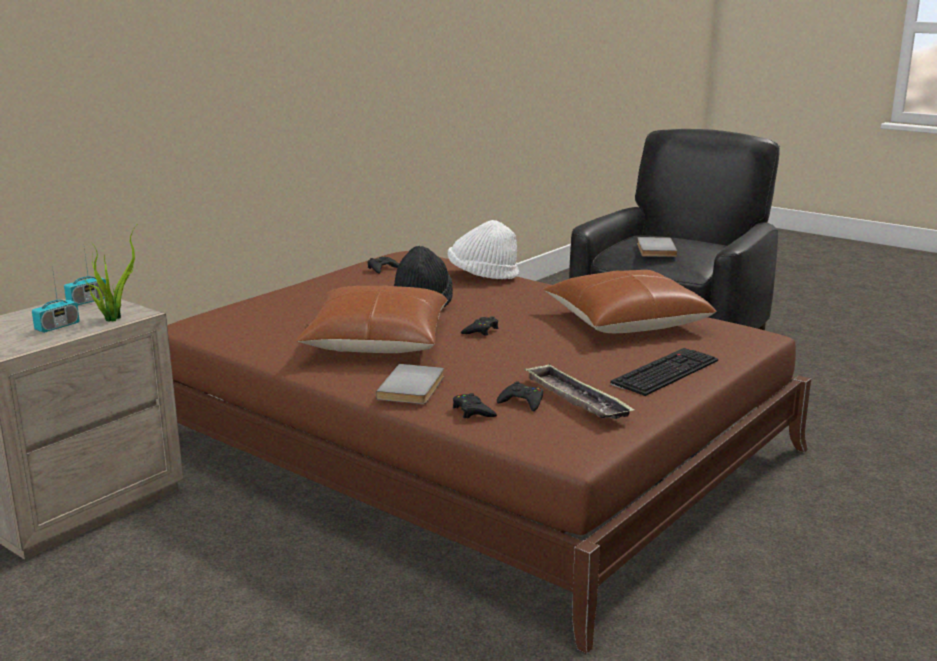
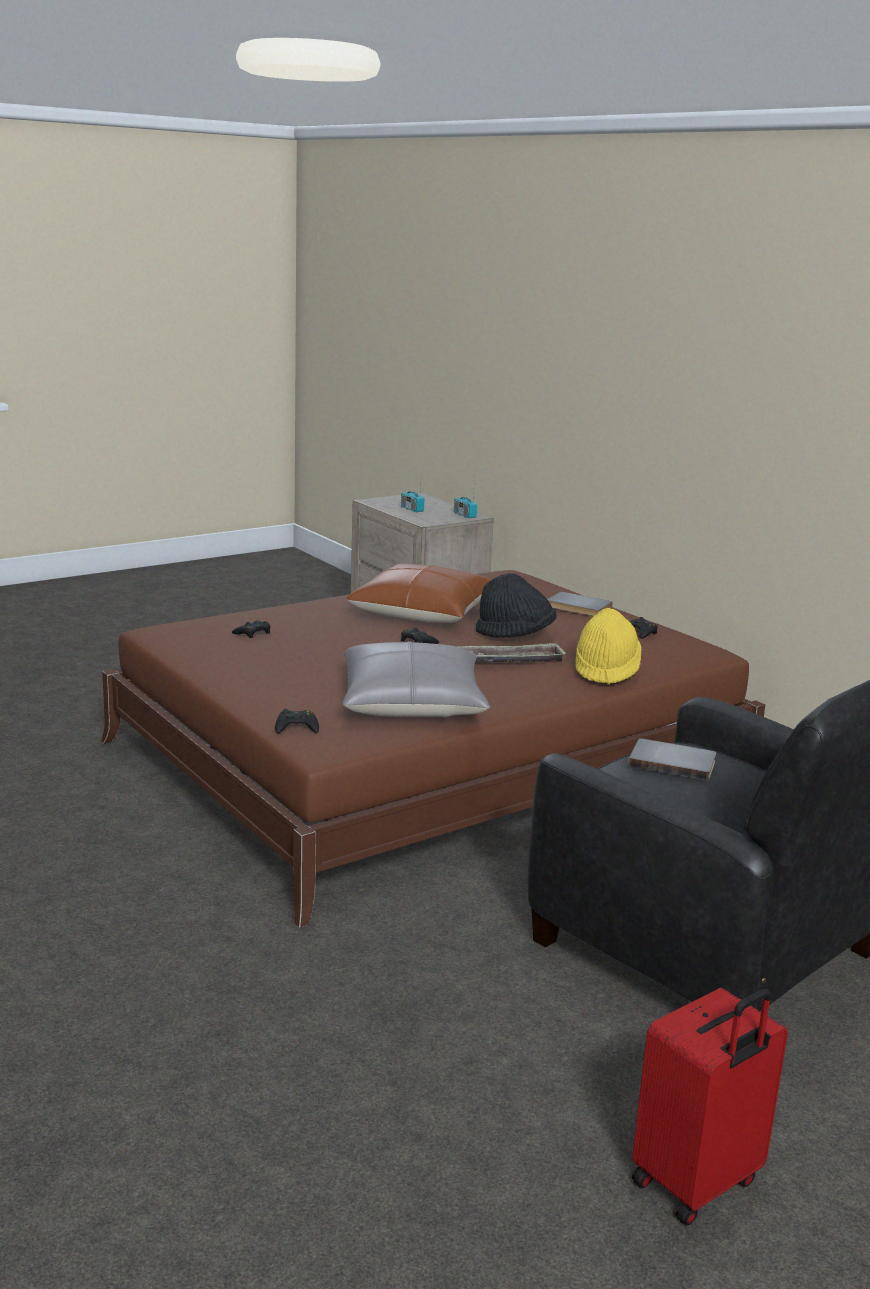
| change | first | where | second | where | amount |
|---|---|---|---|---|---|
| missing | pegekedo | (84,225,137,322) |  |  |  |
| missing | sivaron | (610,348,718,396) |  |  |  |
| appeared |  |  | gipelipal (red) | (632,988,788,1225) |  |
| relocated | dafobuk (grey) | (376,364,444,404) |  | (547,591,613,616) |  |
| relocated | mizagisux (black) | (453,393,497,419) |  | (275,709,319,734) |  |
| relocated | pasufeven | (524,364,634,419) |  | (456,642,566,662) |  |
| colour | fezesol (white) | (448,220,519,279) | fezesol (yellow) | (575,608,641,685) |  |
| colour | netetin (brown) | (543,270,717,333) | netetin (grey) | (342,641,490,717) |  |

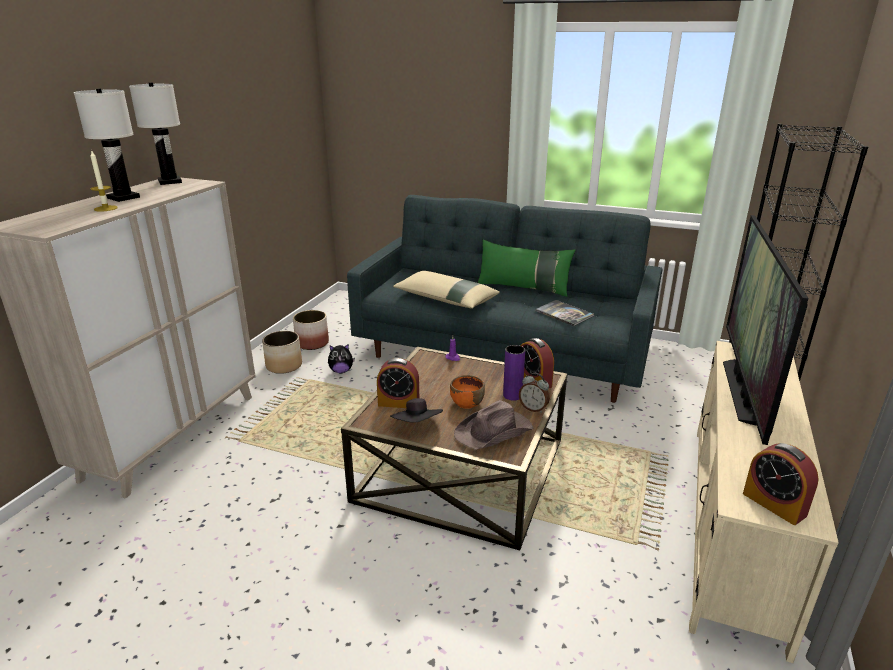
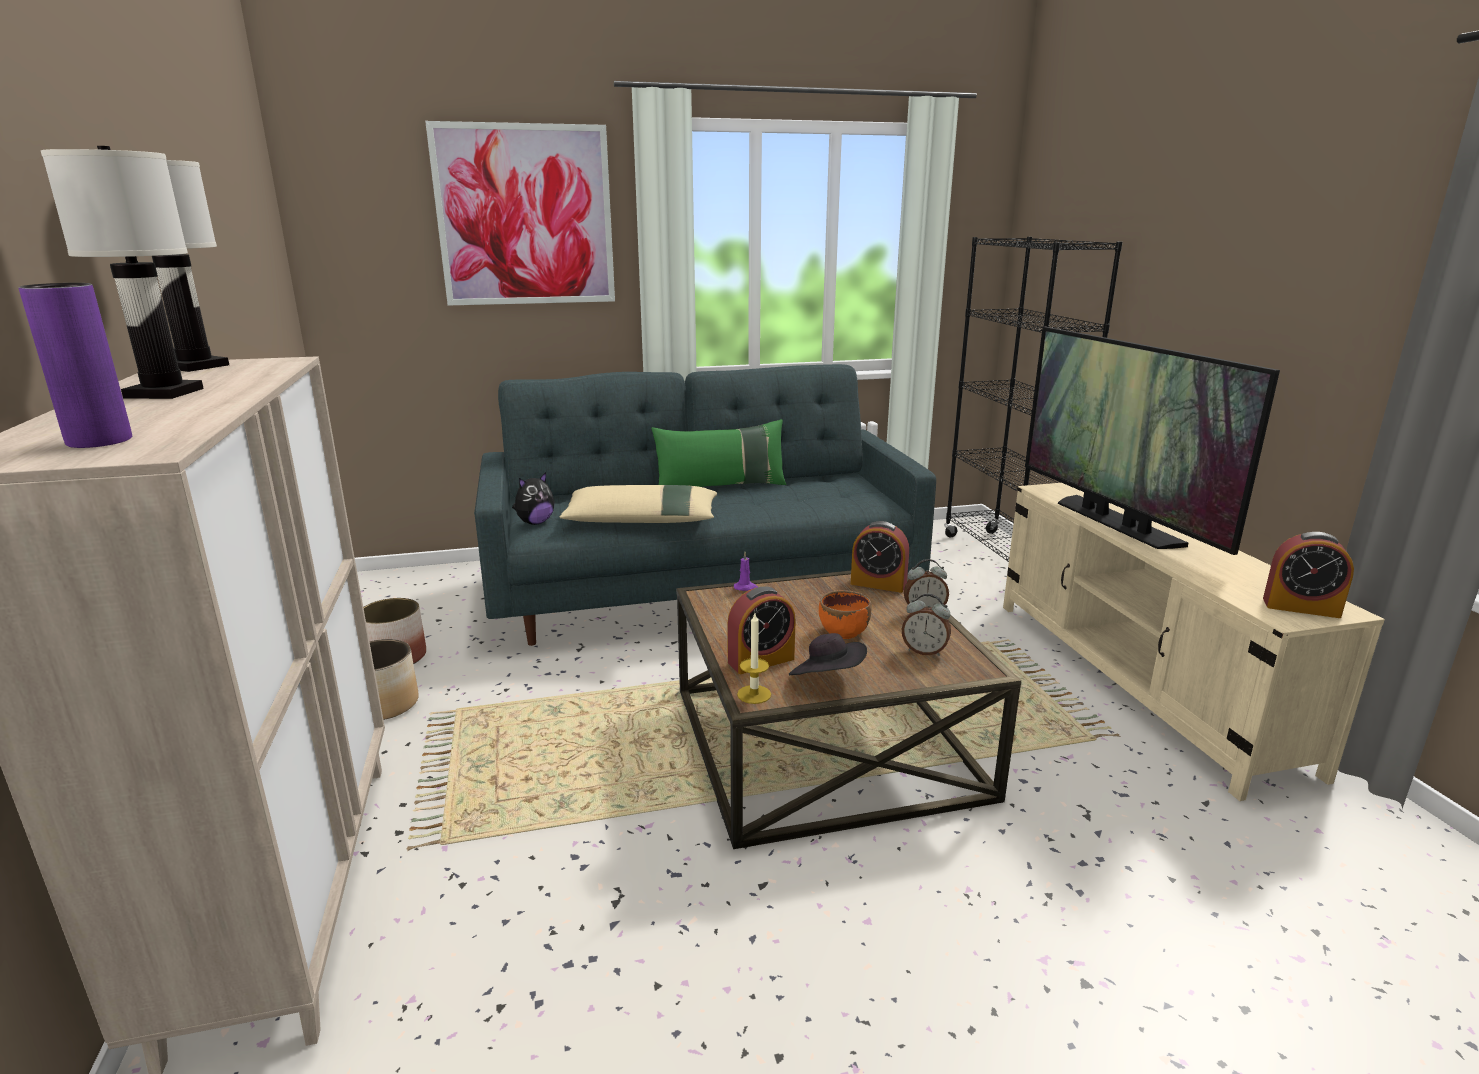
| change | first | where | second | where | amount |
|---|---|---|---|---|---|
| missing | dafobuk | (535,300,594,326) |  |  |  |
| appeared |  |  | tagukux | (425,121,615,305) |  |
| relocated | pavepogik | (90,151,118,211) |  | (737,613,771,704) |  |
| relocated | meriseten | (328,344,355,373) |  | (512,472,555,525) |  |
| relocated | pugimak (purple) | (503,345,525,401) |  | (19,283,132,448) |  |
| exchanged | fezesol (brown) | (454,400,533,450) | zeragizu | (902,594,951,656) |  |

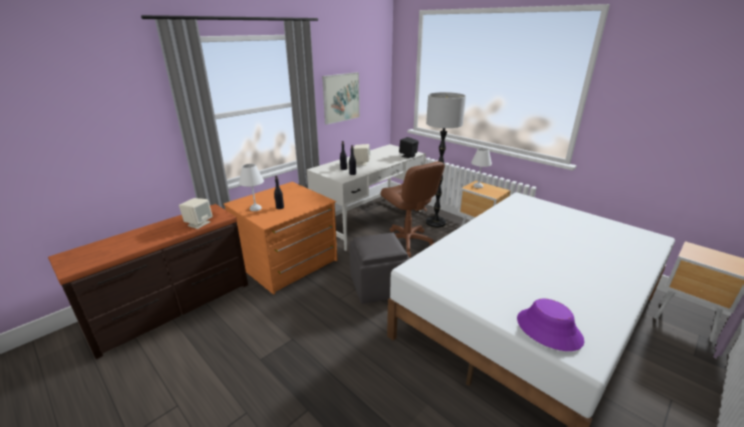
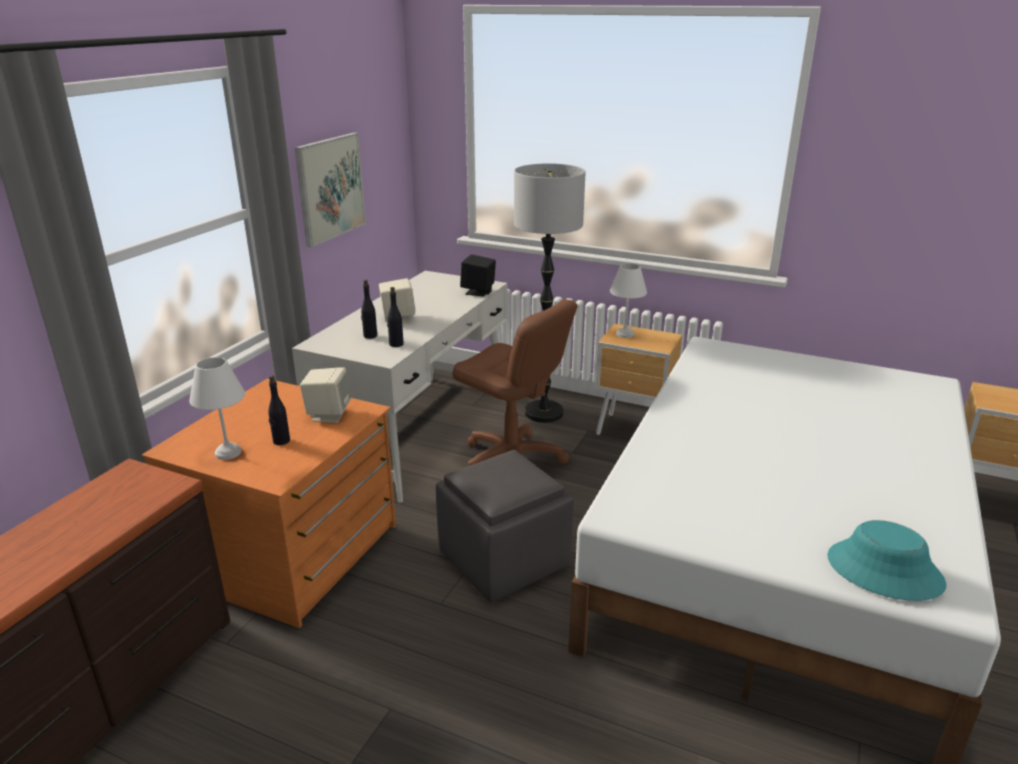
| change | first | where | second | where | amount |
|---|---|---|---|---|---|
| relocated | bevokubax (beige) | (179,198,213,229) |  | (300,367,351,423) |  |
| colour | fezesol (purple) | (517,299,584,351) | fezesol (turquoise) | (827,520,946,601) |  |

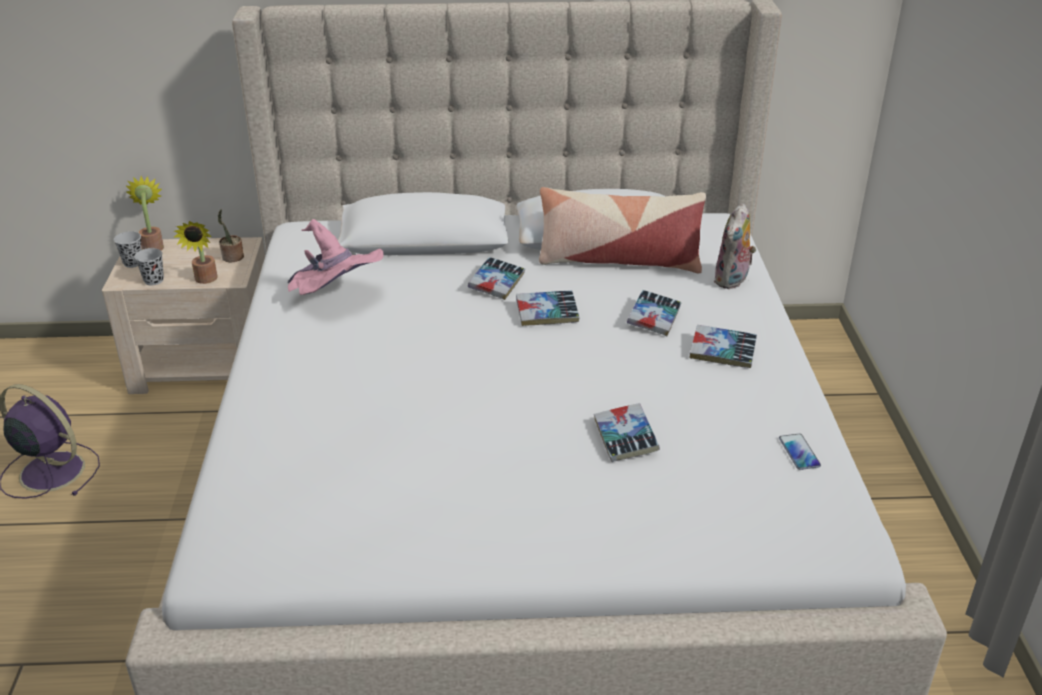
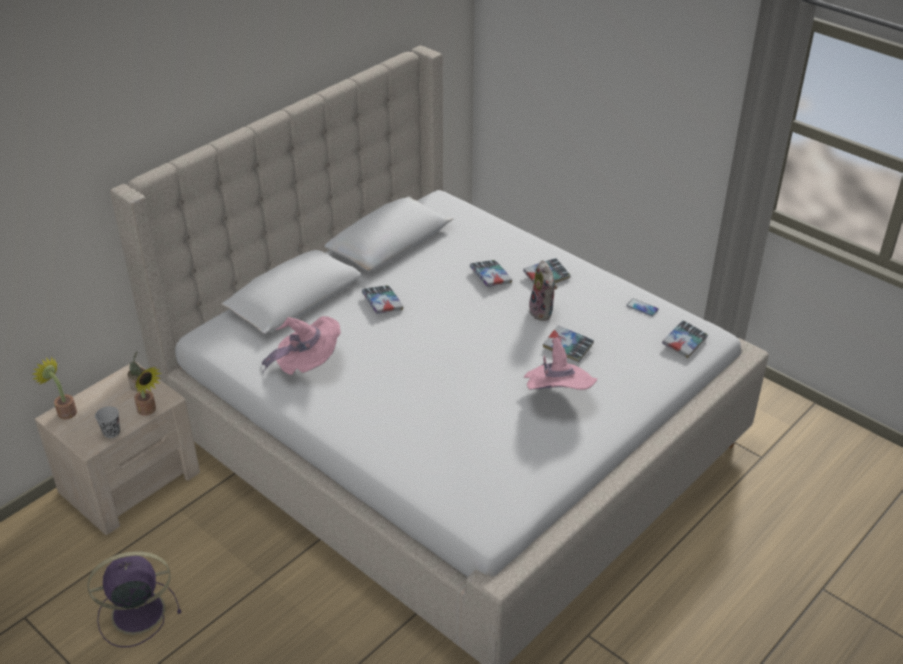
| change | first | where | second | where | amount |
|---|---|---|---|---|---|
| missing | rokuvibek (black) | (114,231,142,268) |  |  |  |
| missing | netetin | (539,187,706,273) |  |  |  |
| appeared |  |  | fezesol (pink) | (523,337,597,390) |  |
| relocated | dafobuk | (516,290,580,326) |  | (662,320,708,359) |  |
| relocated | meriseten | (714,203,756,289) |  | (529,260,557,321) |  |

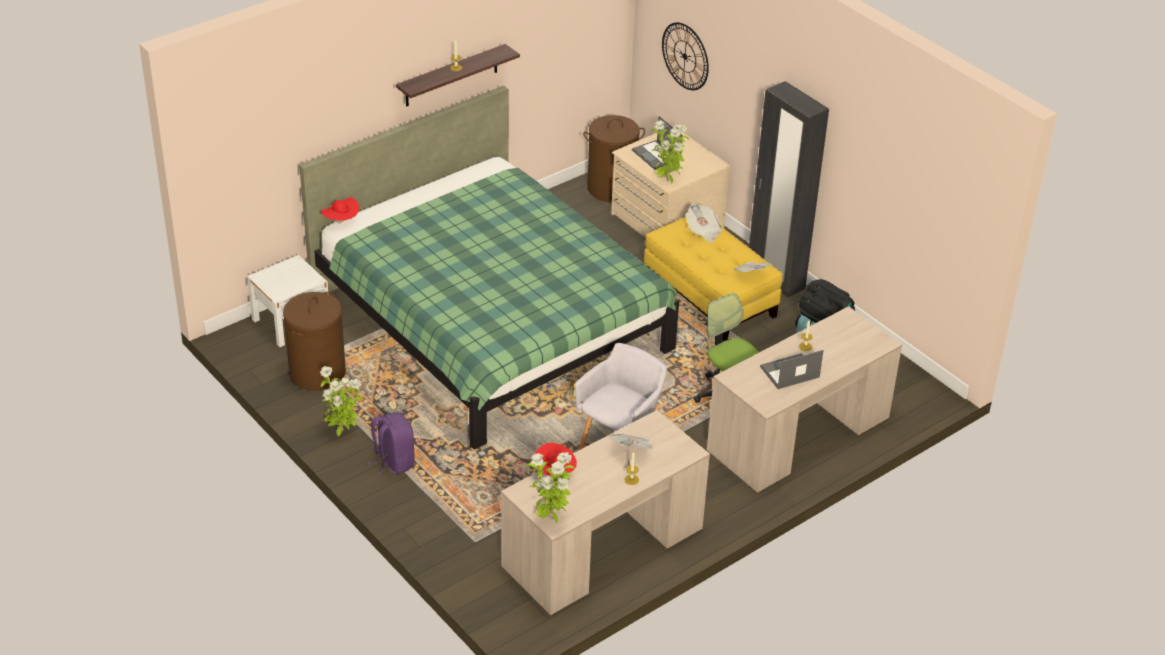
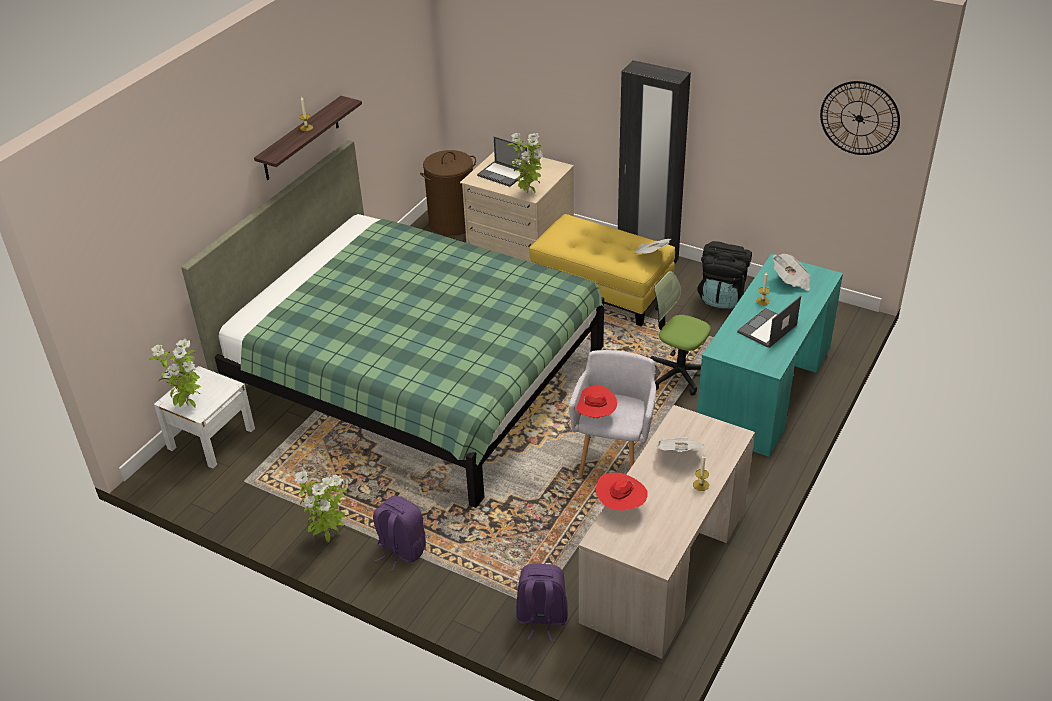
| change | first | where | second | where | amount |
|---|---|---|---|---|---|
| missing | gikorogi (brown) | (283,292,346,391) |  |  |  |
| appeared |  |  | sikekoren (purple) | (516,564,568,641) |  |
| relocated | fezesol (red) | (321,197,360,224) |  | (576,385,617,419) |  |
| relocated | pegekedo | (526,452,575,524) |  | (149,339,201,408) |  |
| relocated | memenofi | (662,22,709,90) |  | (820,81,900,155) |  |
| relocated | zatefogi | (685,204,723,243) |  | (773,254,811,291) |  |
| colour | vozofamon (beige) | (707,306,902,493) | vozofamon (turquoise) | (697,254,843,457) |  |

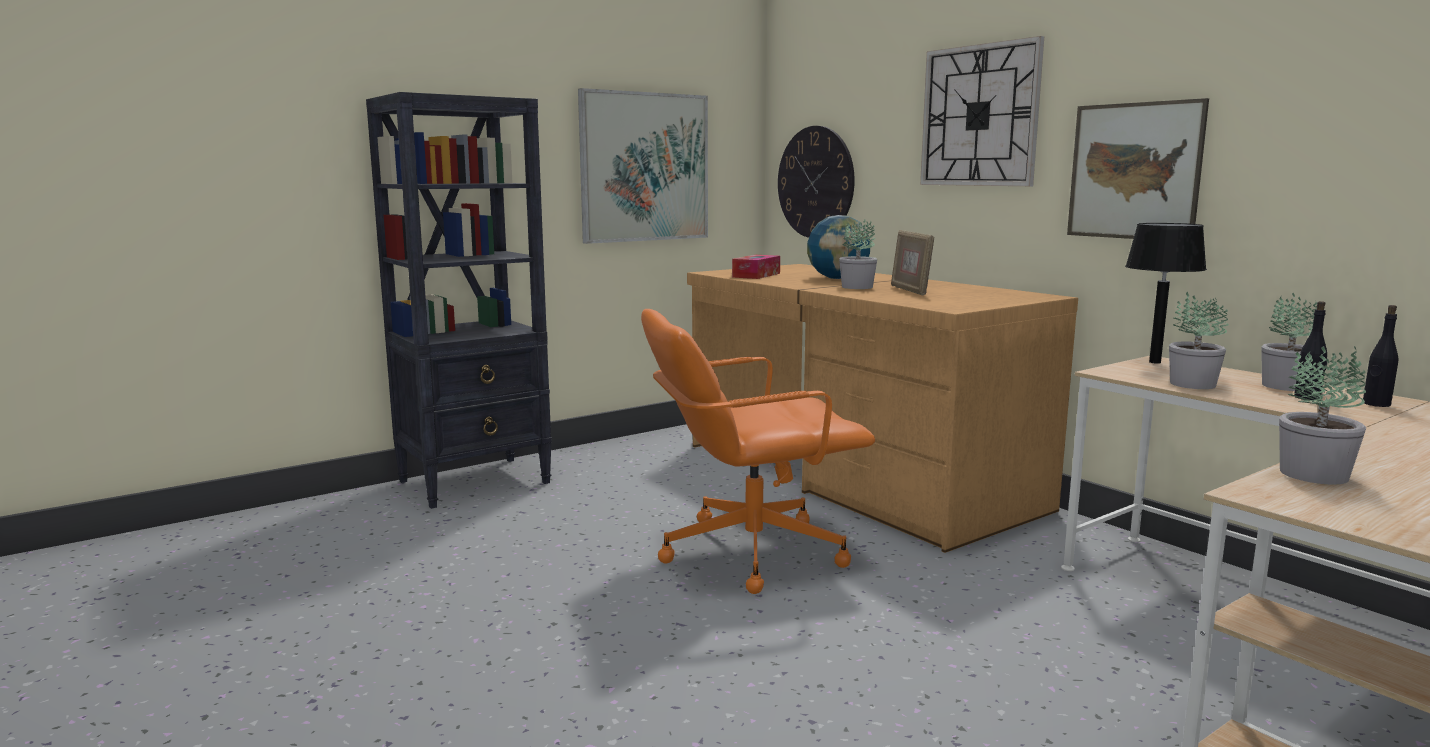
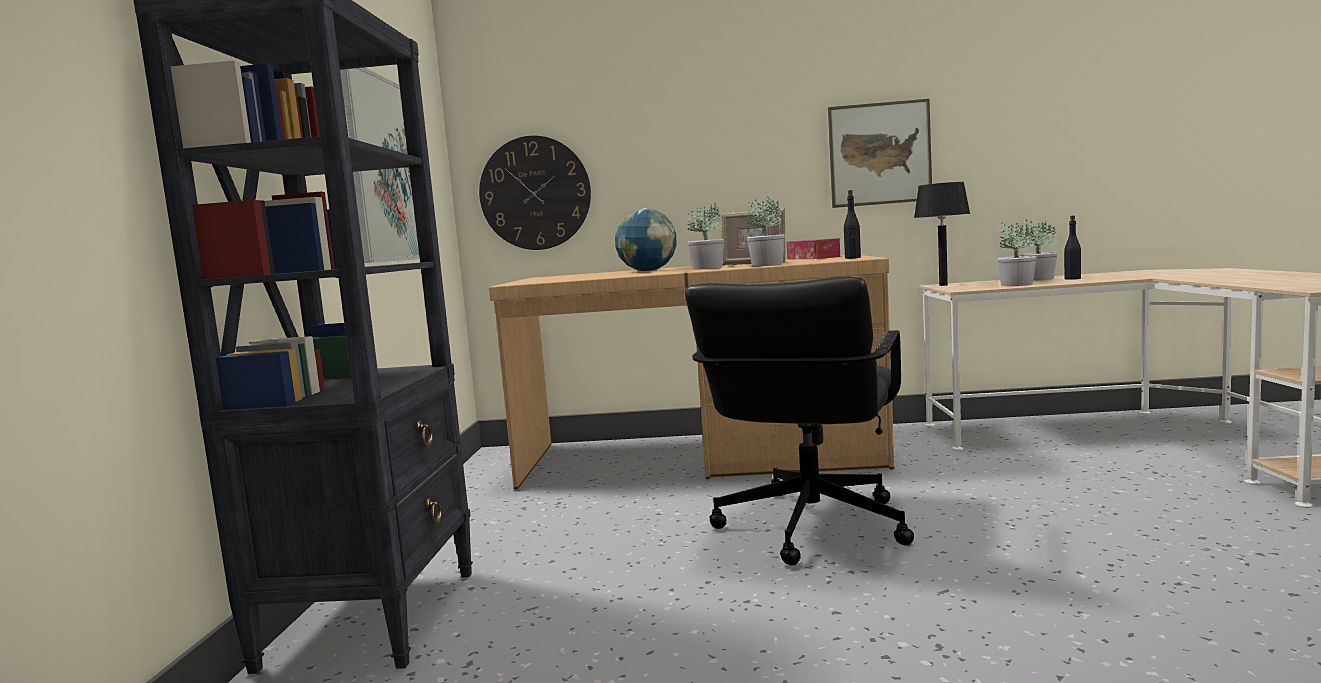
| change | first | where | second | where | amount |
|---|---|---|---|---|---|
| missing | memenofi | (920,36,1044,186) |  |  |  |
| relocated | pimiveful | (732,255,780,279) |  | (786,238,840,259) |  |
| relocated | pegekedo | (1279,346,1366,485) |  | (747,197,785,266) |  |
| relocated | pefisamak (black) | (1363,305,1398,407) |  | (844,190,861,259) |  |
| colour | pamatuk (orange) | (641,309,875,594) | pamatuk (black) | (685,276,914,565) |  |

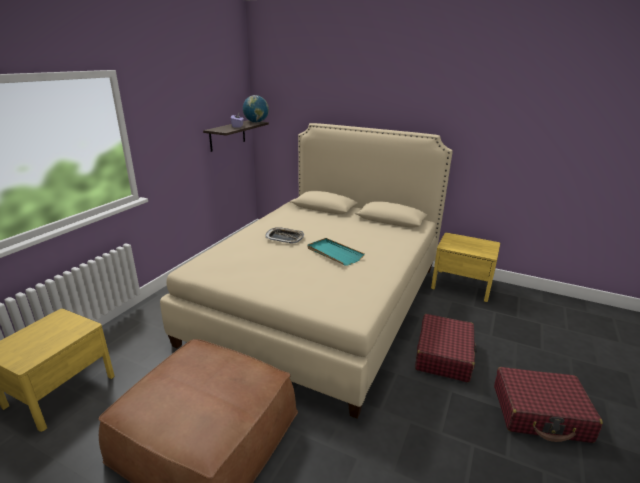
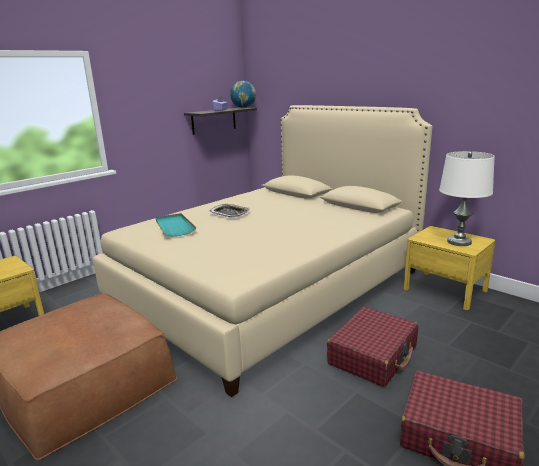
| change | first | where | second | where | amount |
|---|---|---|---|---|---|
| appeared |  |  | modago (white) | (439,151,495,246) |  |
| relocated | pasufeven (turquoise) | (307,238,365,266) |  | (156,213,196,237) |  |

